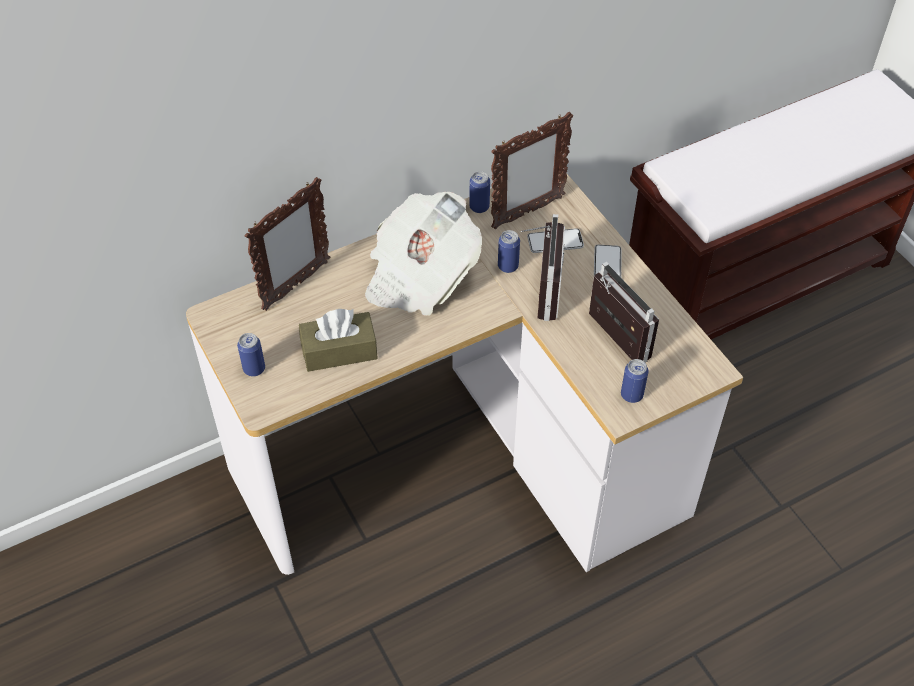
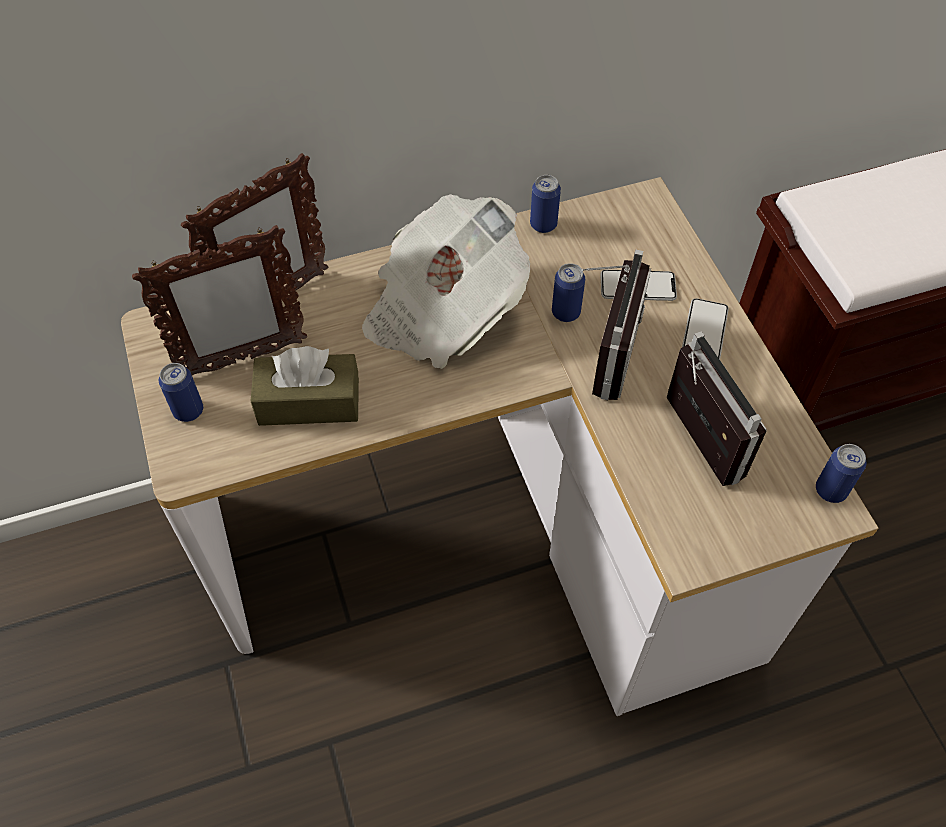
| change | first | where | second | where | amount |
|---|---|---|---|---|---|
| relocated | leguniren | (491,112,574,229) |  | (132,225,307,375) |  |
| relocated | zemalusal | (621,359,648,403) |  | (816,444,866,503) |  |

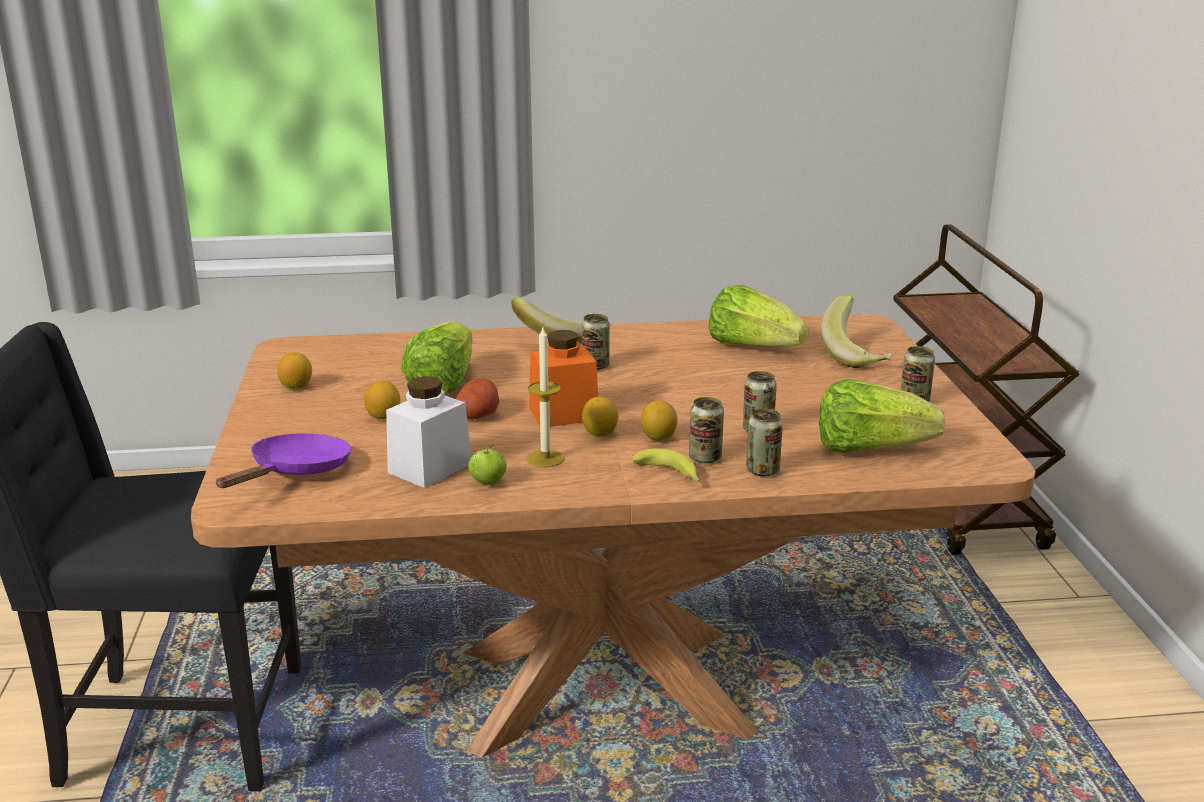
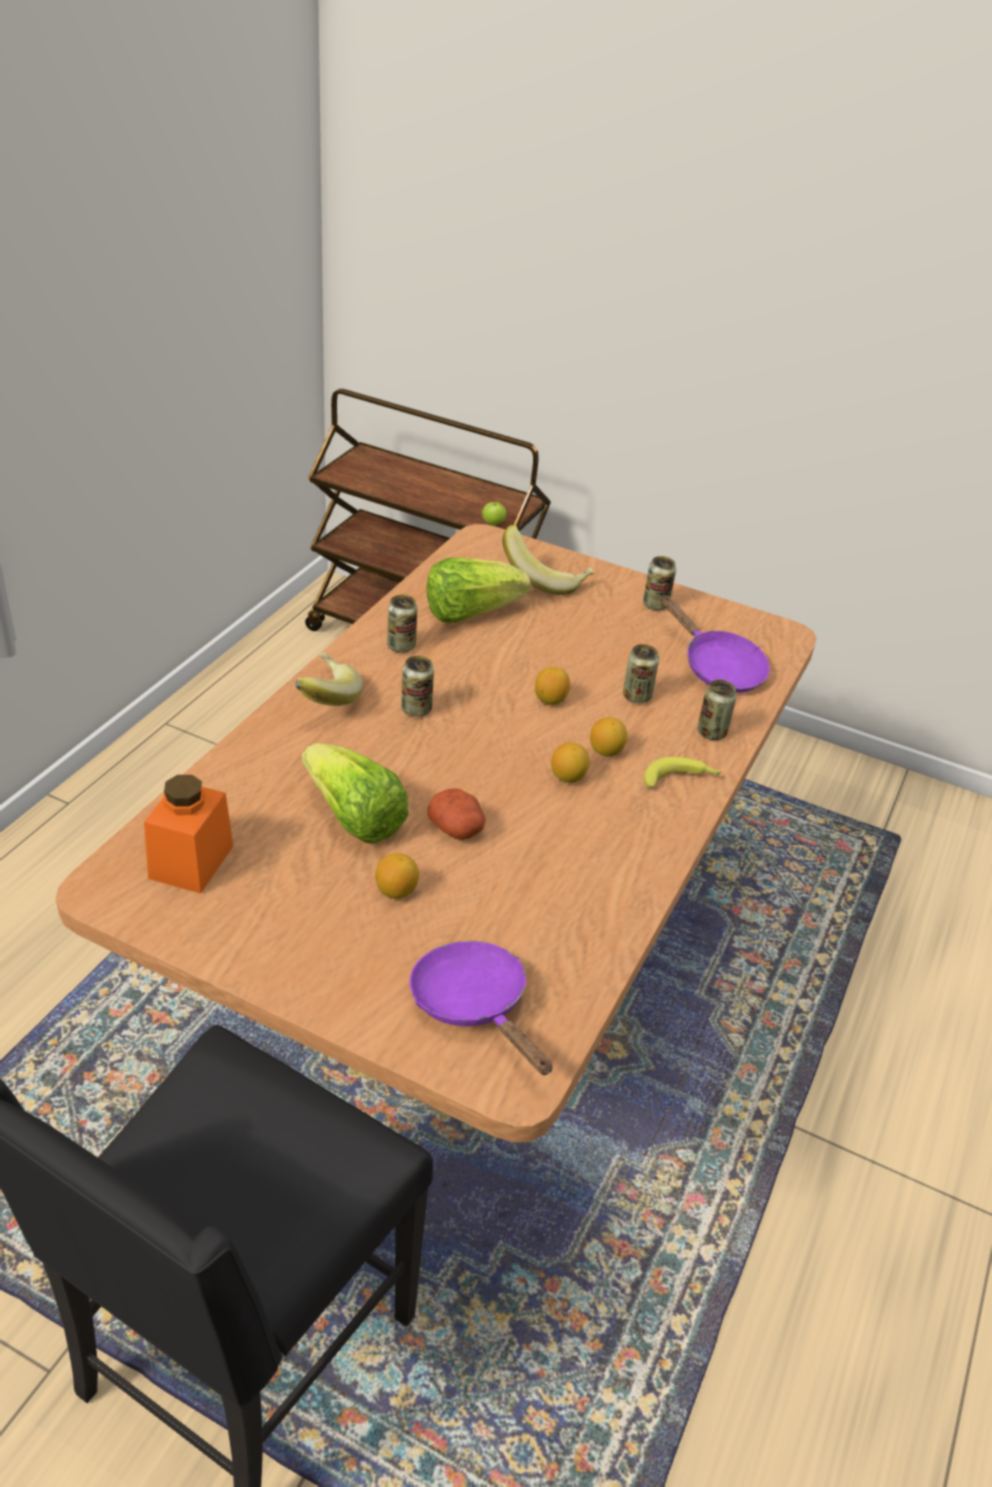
| change | first | where | second | where | amount |
|---|---|---|---|---|---|
| missing | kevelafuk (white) | (386,376,471,488) |  |  |  |
| missing | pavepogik | (527,327,565,467) |  |  |  |
| relocated | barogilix | (277,352,312,389) |  | (535,667,570,705) |  |
| relocated | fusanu | (468,445,507,485) |  | (482,498,507,526) |  |
| relocated | kevelafuk (orange) | (529,330,598,427) |  | (144,775,233,894) |  |
| relocated | zemalusal | (689,397,724,463) |  | (387,595,417,653) |  |
| exchanged | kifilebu | (819,379,945,453) | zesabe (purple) | (661,595,770,693) |  |

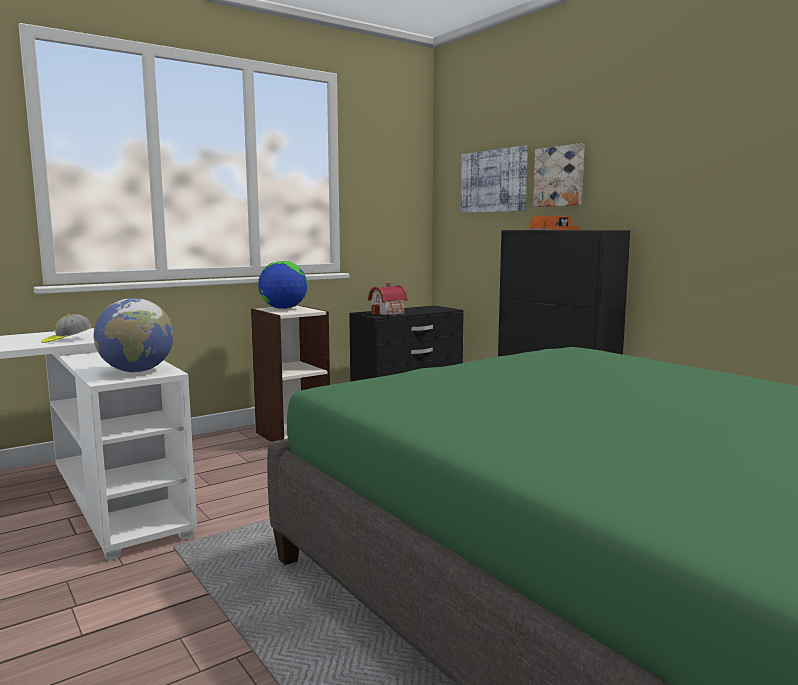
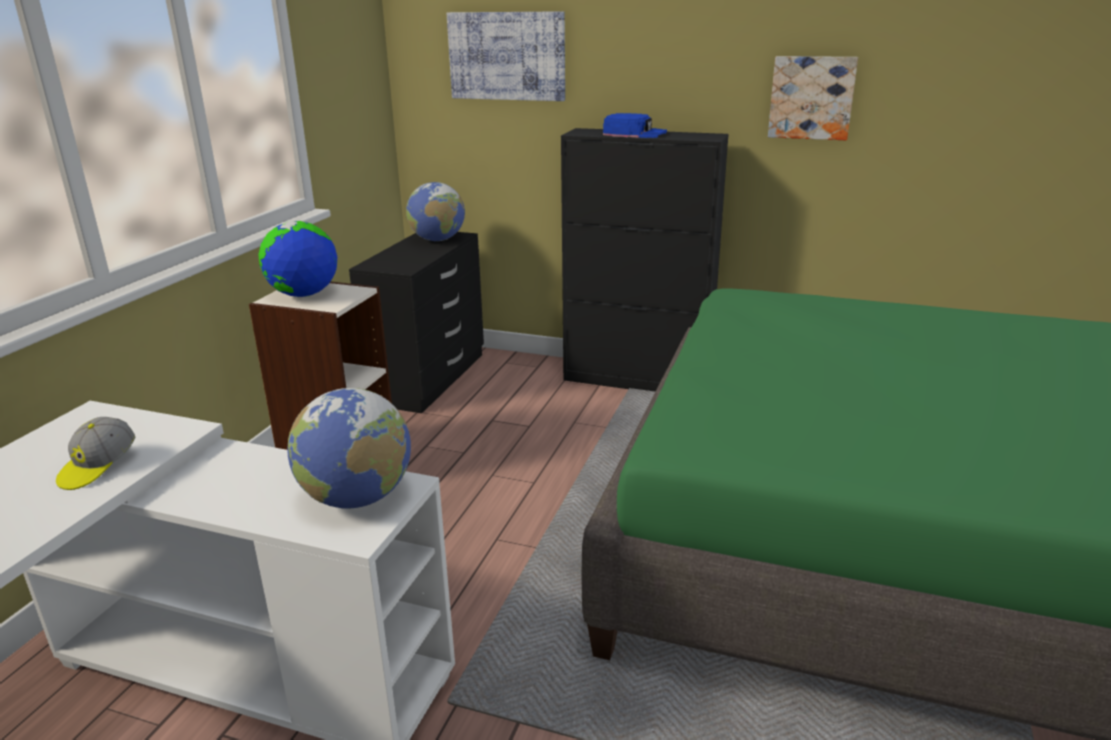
| change | first | where | second | where | amount |
|---|---|---|---|---|---|
| missing | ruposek | (368,283,408,316) |  |  |  |
| appeared |  |  | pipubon | (406,182,465,241) |  |
| relocated | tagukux | (533,143,585,207) |  | (768,56,858,140) |  |
| colour | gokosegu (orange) | (530,216,581,230) | gokosegu (blue) | (603,113,667,138) |  |

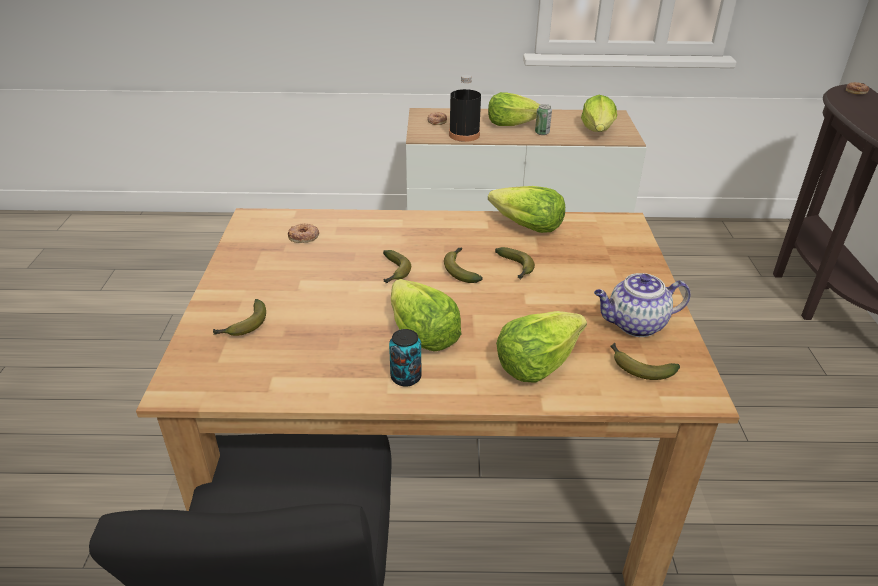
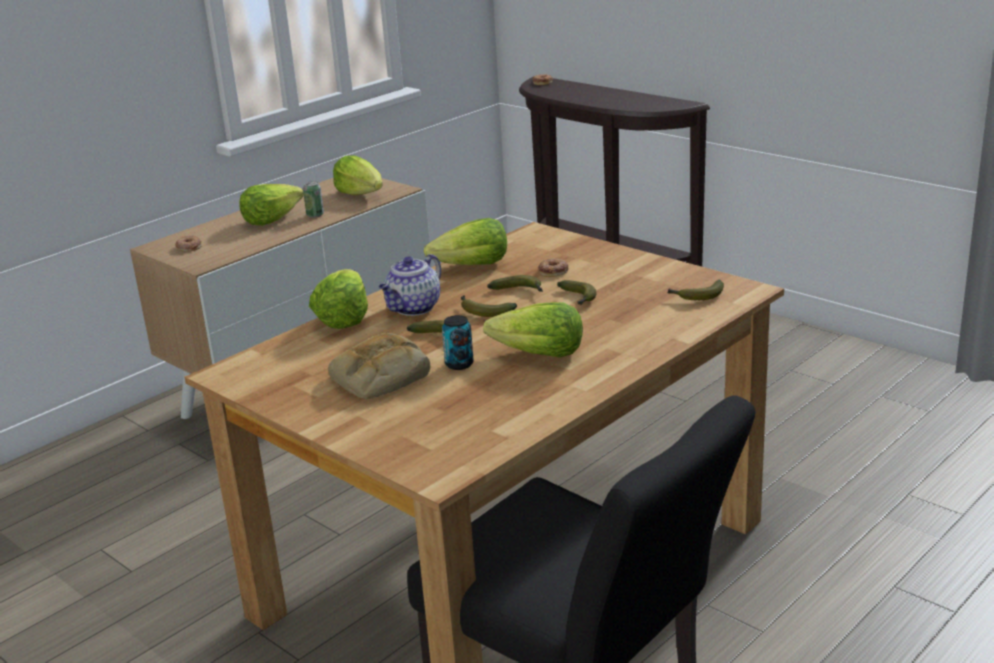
| change | first | where | second | where | amount |
|---|---|---|---|---|---|
| missing | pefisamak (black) | (449,75,481,142) |  |  |  |
| appeared |  |  | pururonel | (328,333,431,399) |  |
| relocated | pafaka | (213,299,266,336) |  | (557,280,597,305) |  |
| relocated | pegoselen | (288,223,319,243) |  | (538,258,569,277) |  |
| relocated | zemalusal | (389,329,421,387) |  | (442,315,474,370) |  |
| relocated | kifilebu | (496,311,587,383) |  | (309,269,368,329) |  |
| relocated | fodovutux | (594,273,691,337) |  | (379,254,441,316) |  |

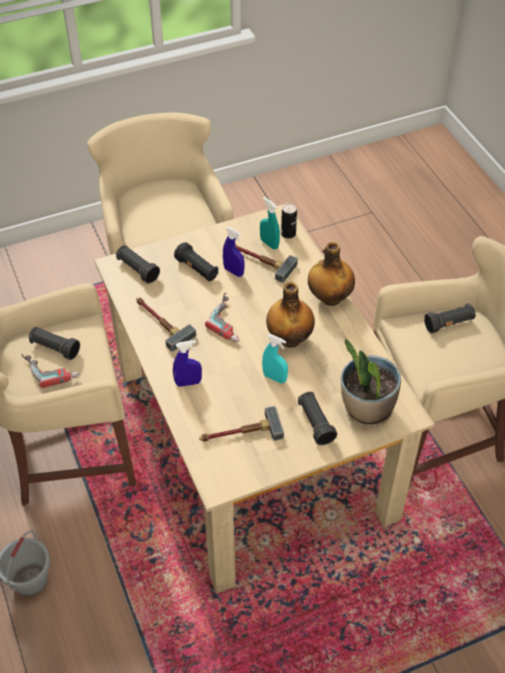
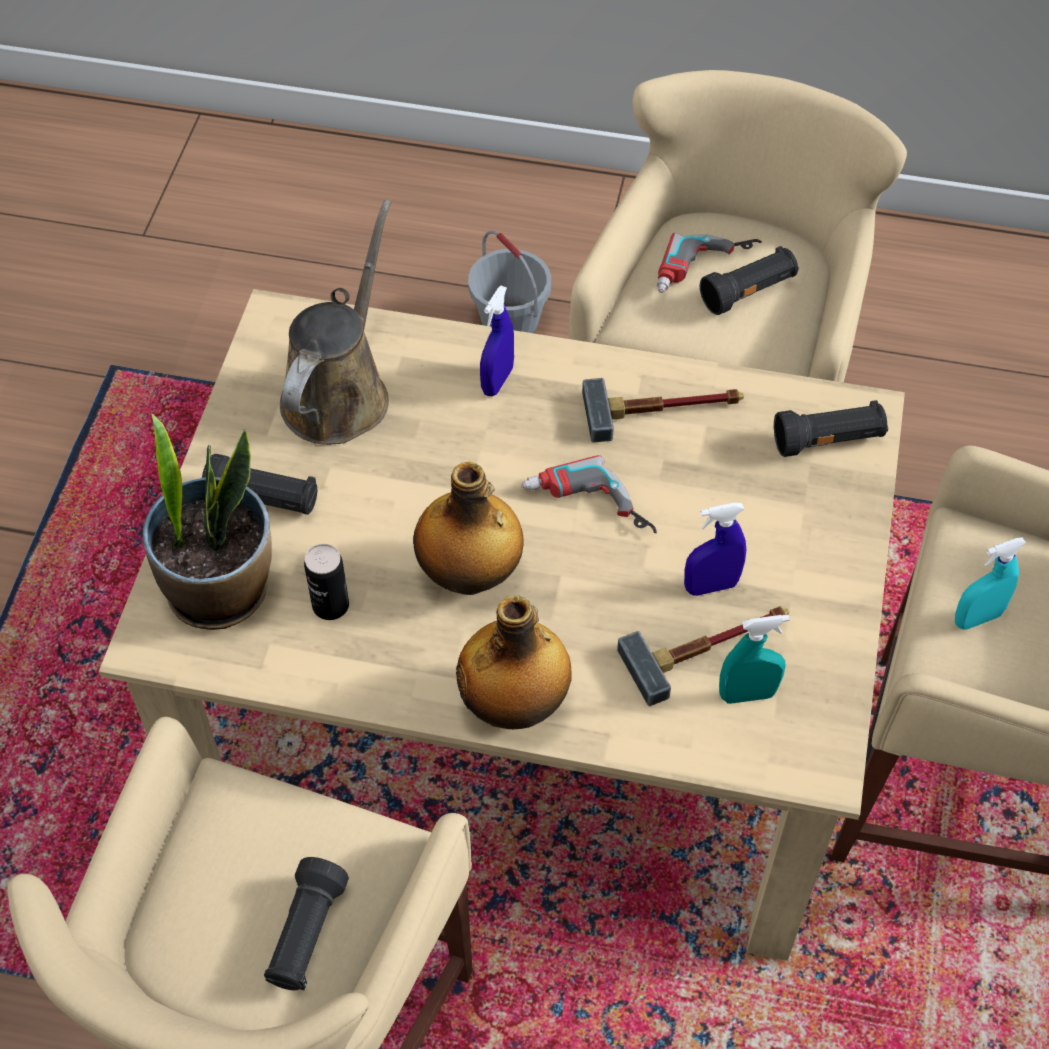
| change | first | where | second | where | amount |
|---|---|---|---|---|---|
| missing | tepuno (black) | (174,242,218,281) |  |  |  |
| relocated | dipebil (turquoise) | (262,334,288,384) |  | (955,537,1026,630) |  |
| relocated | zemalusal | (281,204,297,239) |  | (304,544,349,620) |  |
| exchanged | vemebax | (199,406,284,442) | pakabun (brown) | (280,200,392,445) |  |

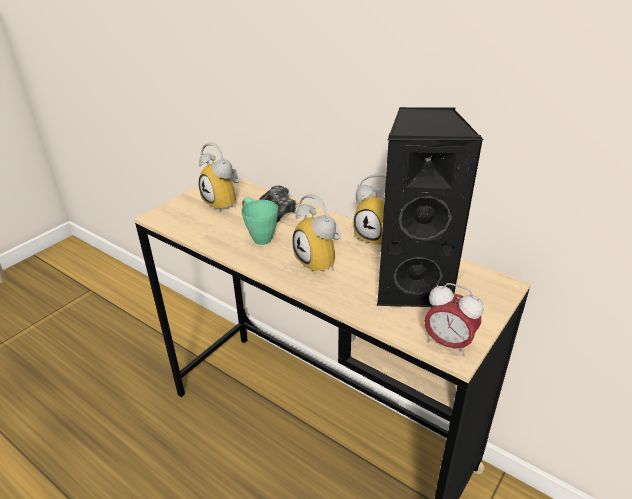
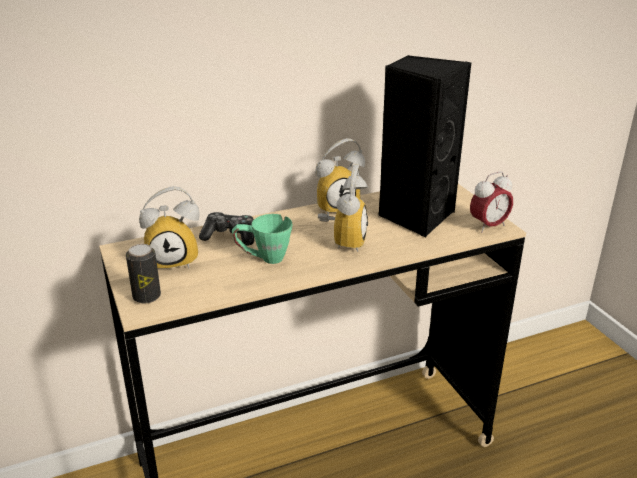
| change | first | where | second | where | amount |
|---|---|---|---|---|---|
| appeared |  |  | zemalusal | (126,244,161,303) |  |
| spun | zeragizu | (292,194,342,275) |  | (318,164,368,252) | 75 degrees counterclockwise |

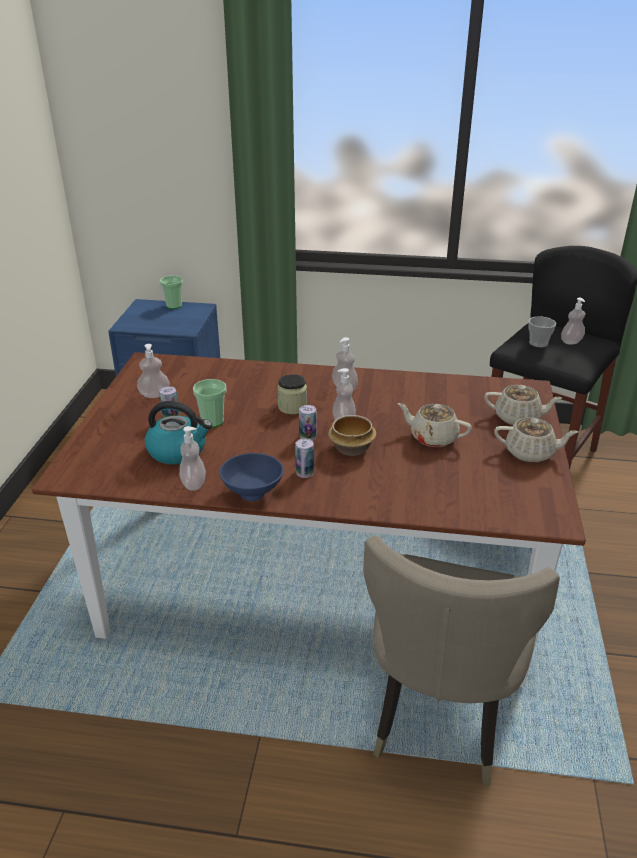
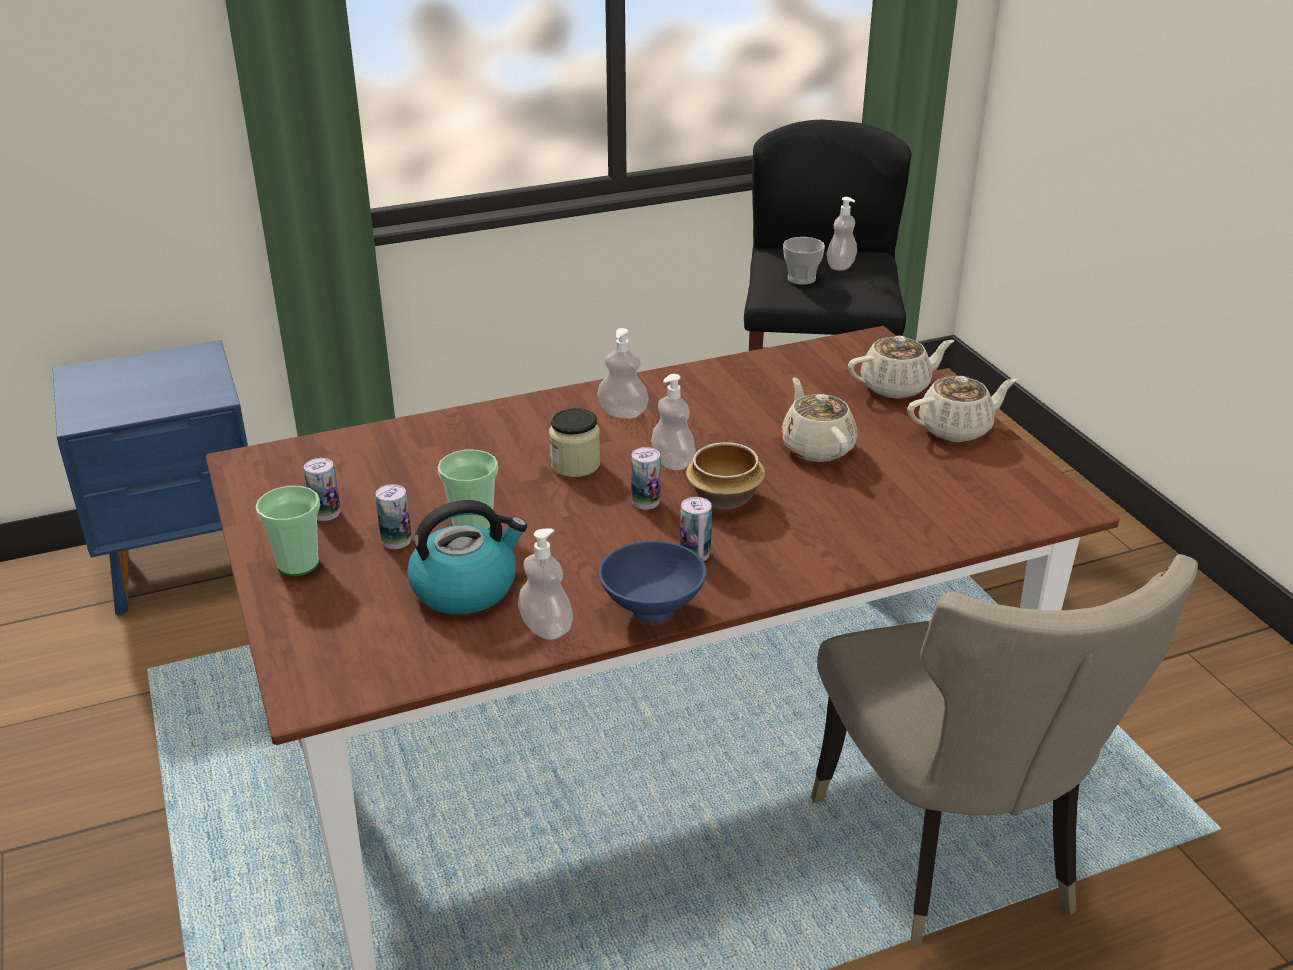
| change | first | where | second | where | amount |
|---|---|---|---|---|---|
| relocated | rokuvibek | (160,276,183,309) |  | (255,486,320,576) |  |
| exchanged | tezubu | (137,344,170,398) | zemalusal | (304,458,340,521) |  |
| spun | fodovutux (beige) | (397,403,472,447) |  | (780,378,858,462) | 75 degrees clockwise |

